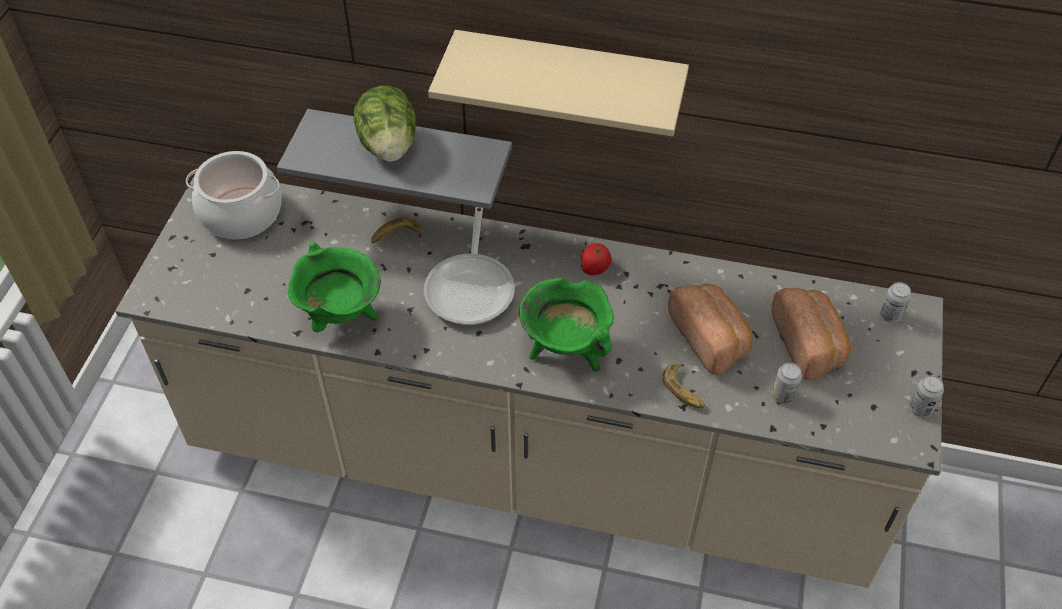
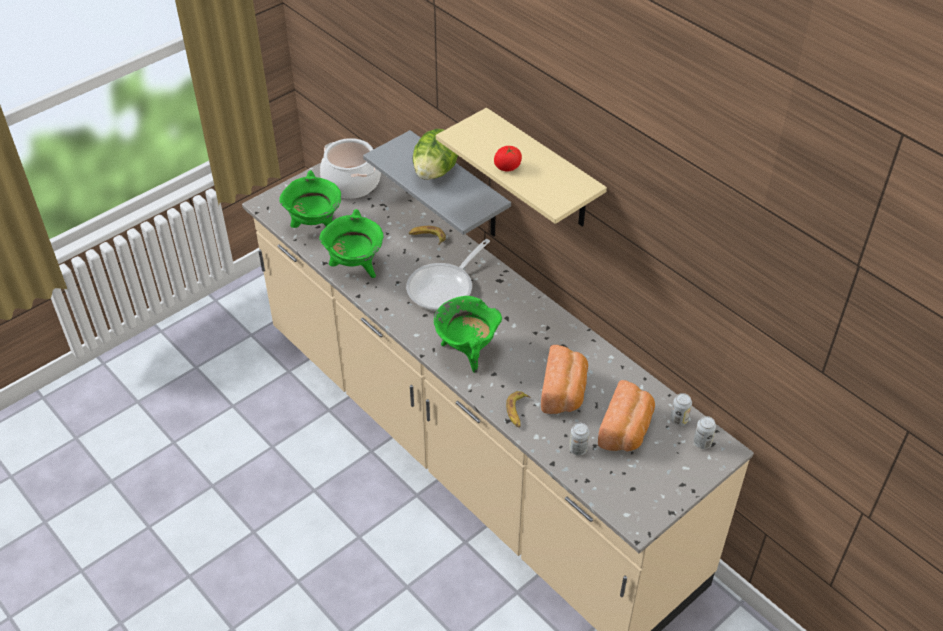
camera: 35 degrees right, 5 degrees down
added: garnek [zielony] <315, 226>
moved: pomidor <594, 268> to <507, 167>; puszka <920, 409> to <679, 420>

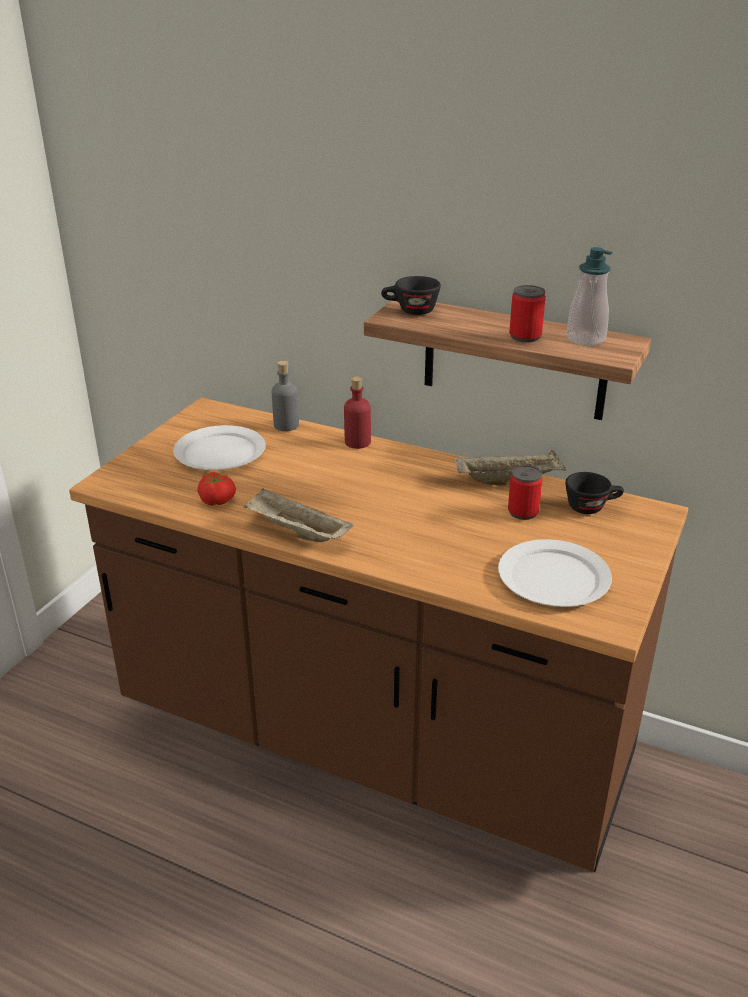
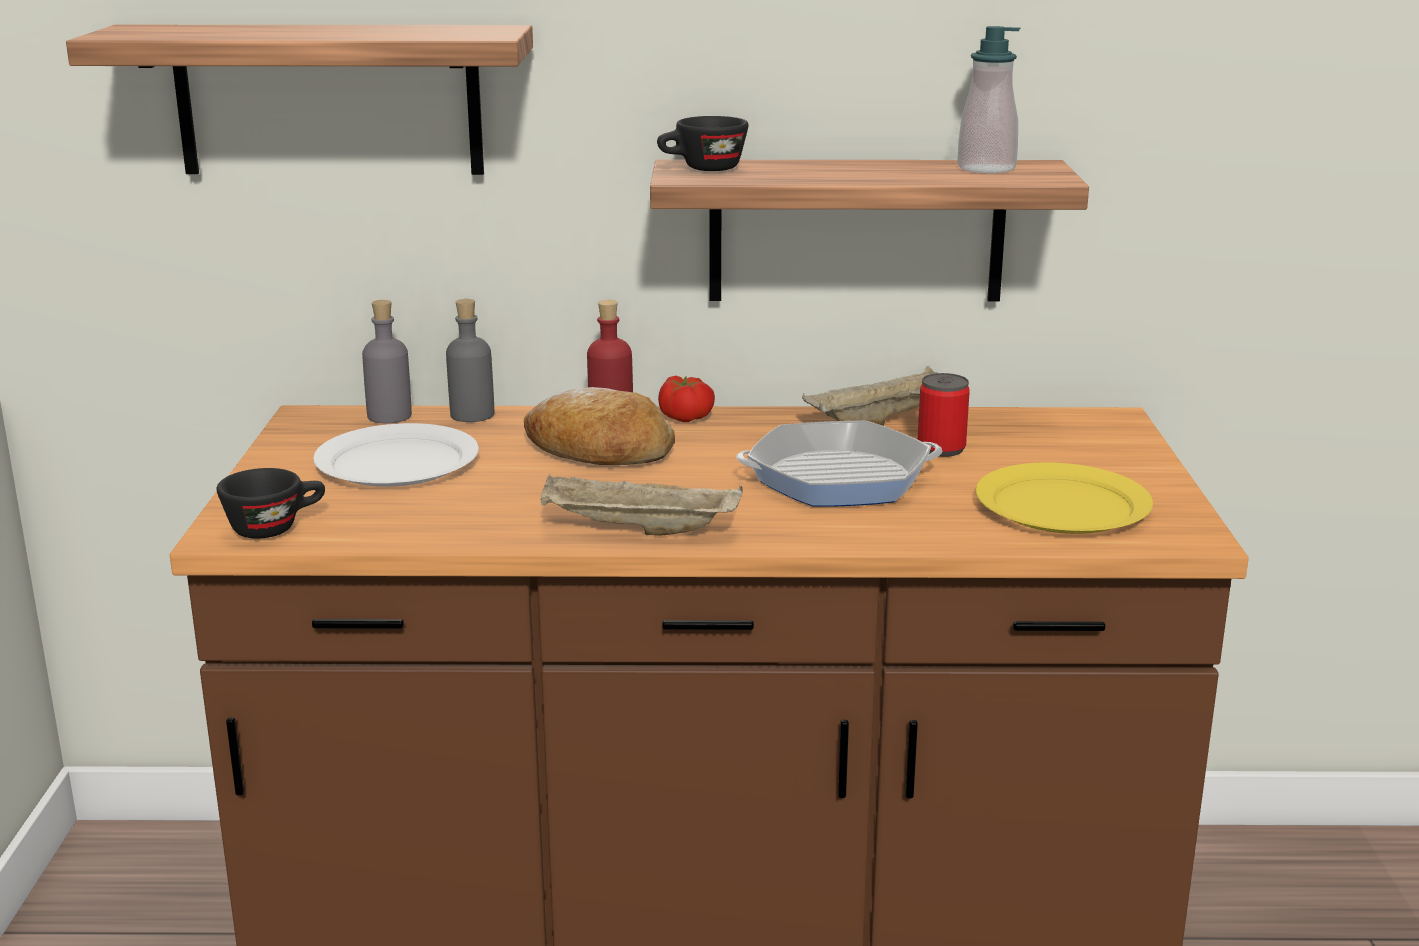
camera: 25 degrees left, 10 degrees down
removed: puszka <525, 336>
added: półka <329, 100>; butelka [szary] <389, 416>; chleb <599, 451>; patelnia <838, 478>
moved: pomidor <217, 500> to <686, 417>; filiżanka [czarny] <591, 507> to <275, 527>
recoloured: talerz [biały] <554, 578> to talerz [żółty] <1063, 506>

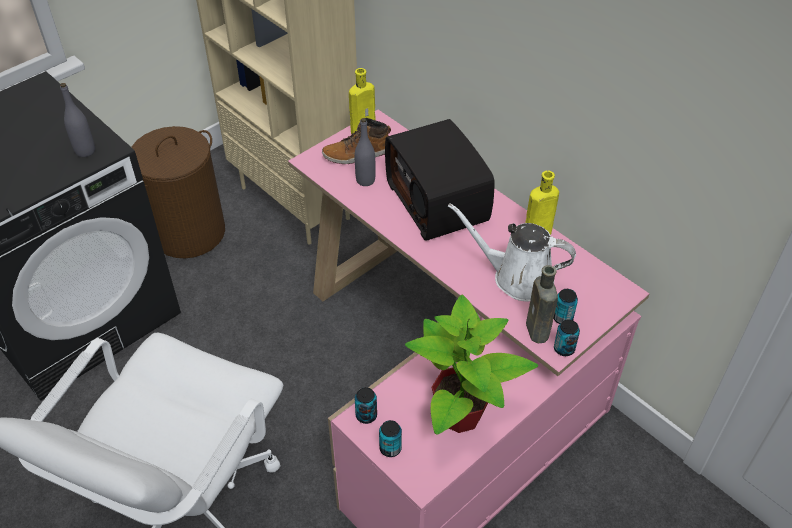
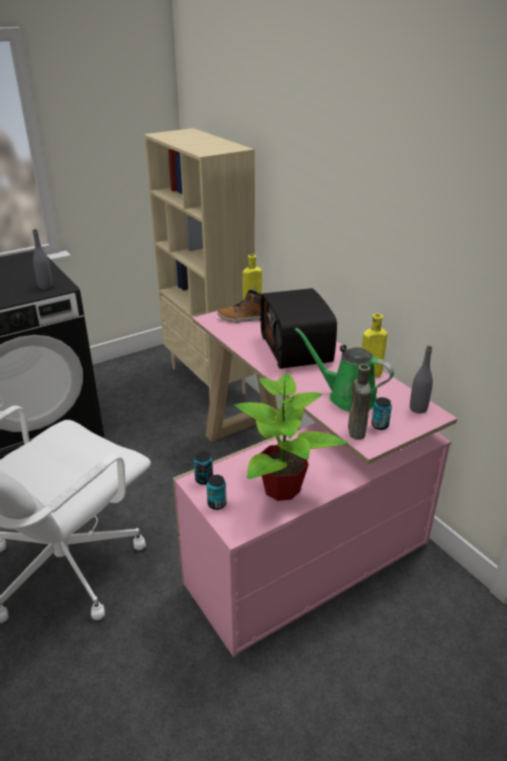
camera: 10 degrees right, 15 degrees down
removed: kosz na pranie [brązowy] <189, 232>; puszka <564, 349>
moved: butelka [szary] <365, 180> to <418, 408>
recoloured: konewka [biały] <517, 277> to konewka [zielony] <347, 397>

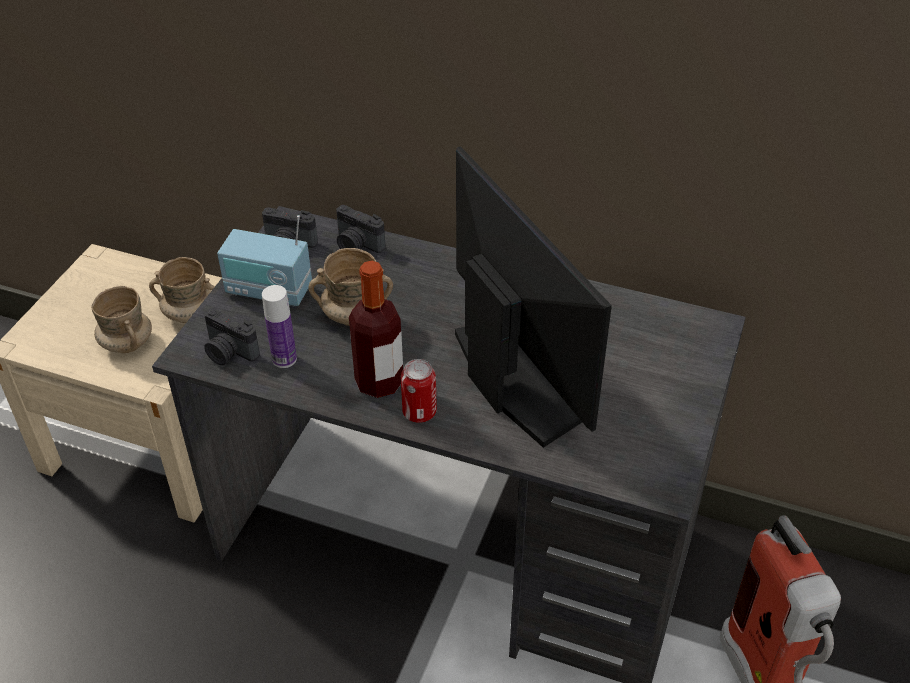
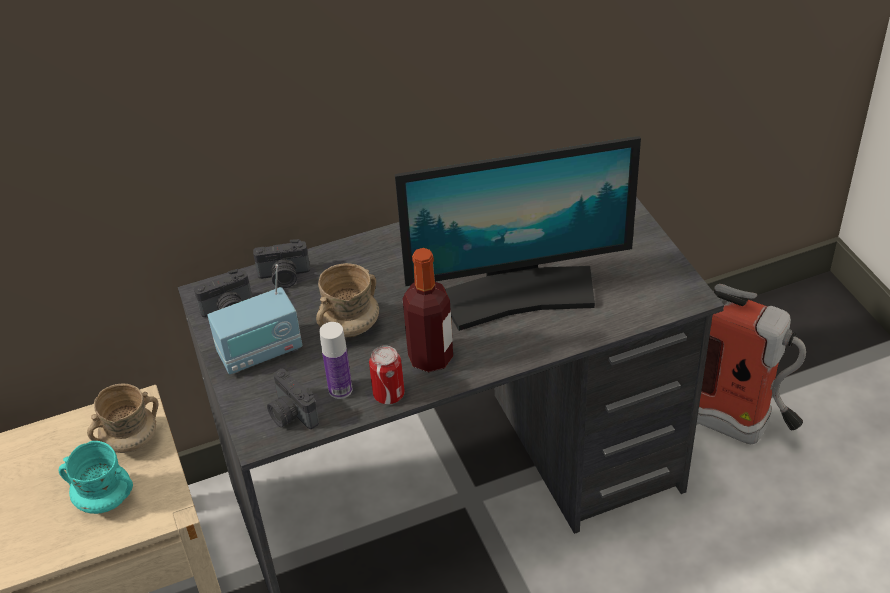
camera: 40 degrees left, 0 degrees up
moved: puszka <419, 412> to <389, 394>
recoloured: kubek [beżowy] <127, 343> to kubek [turkusowy] <104, 499>
turned: aparat fotograficzny <228, 353> = <291, 415> 60 degrees clockwise; monitor <514, 381> = <518, 295> 150 degrees clockwise

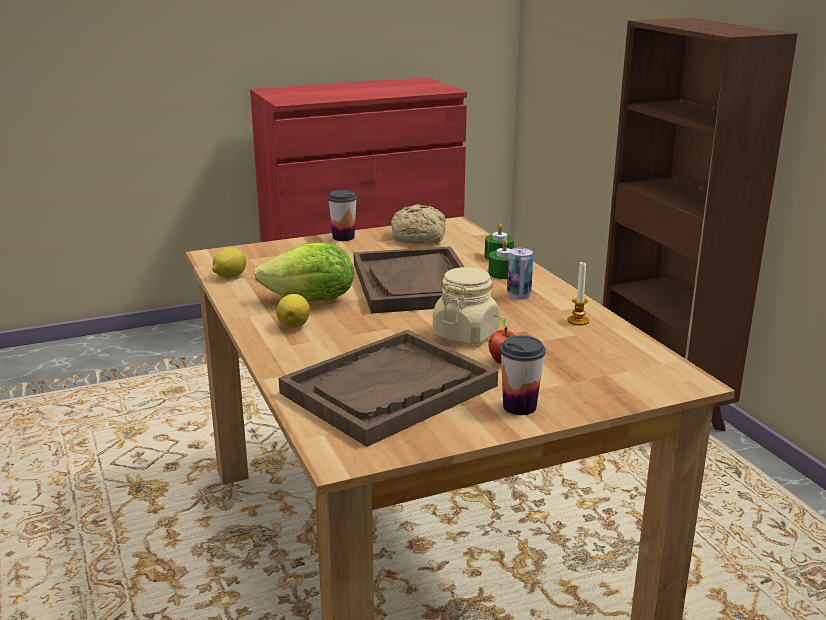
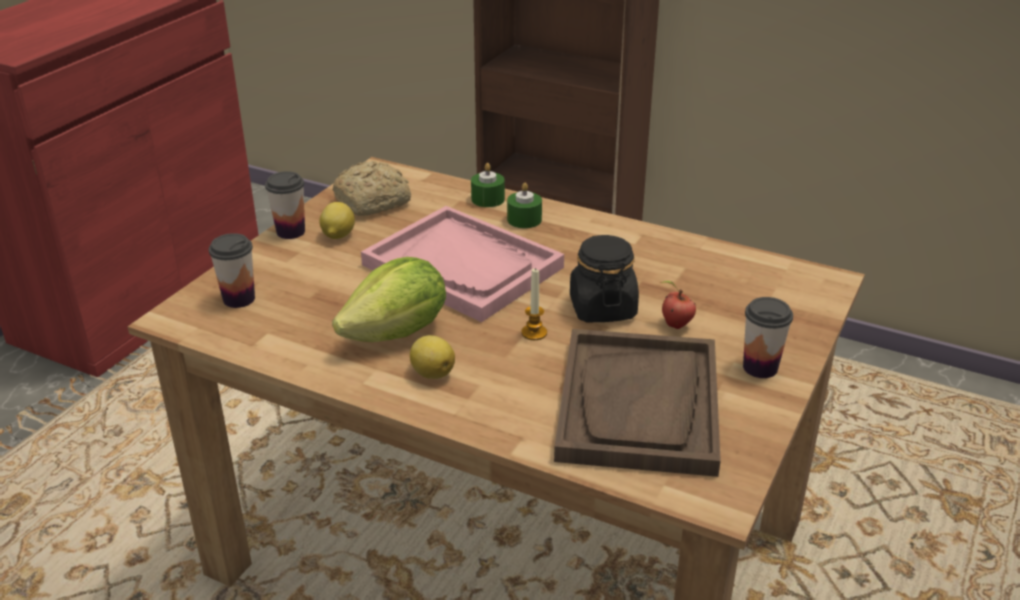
camera: 40 degrees left, 10 degrees up
removed: puszka <518, 295>
added: filiżanka <239, 299>
moved: cytryna <229, 277> to <337, 236>; świeca <578, 321> to <534, 333>
recoloured: taca [brązowy] <414, 284> to taca [różowy] <463, 266>; słoik [beżowy] <465, 334> to słoik [czarny] <602, 308>

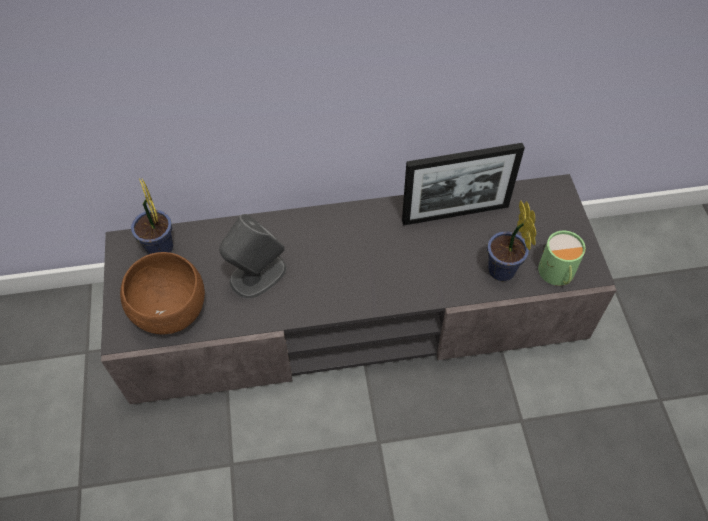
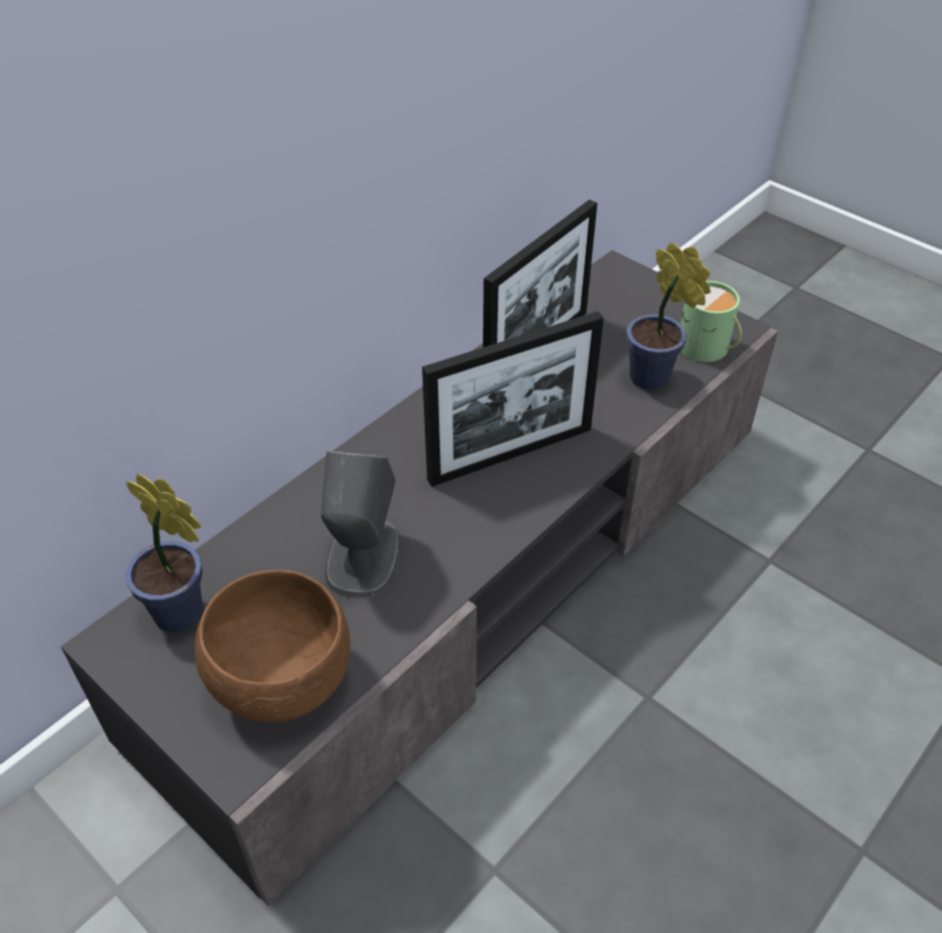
camera: 40 degrees left, 10 degrees down
added: ramka na zdjęcie <510, 454>

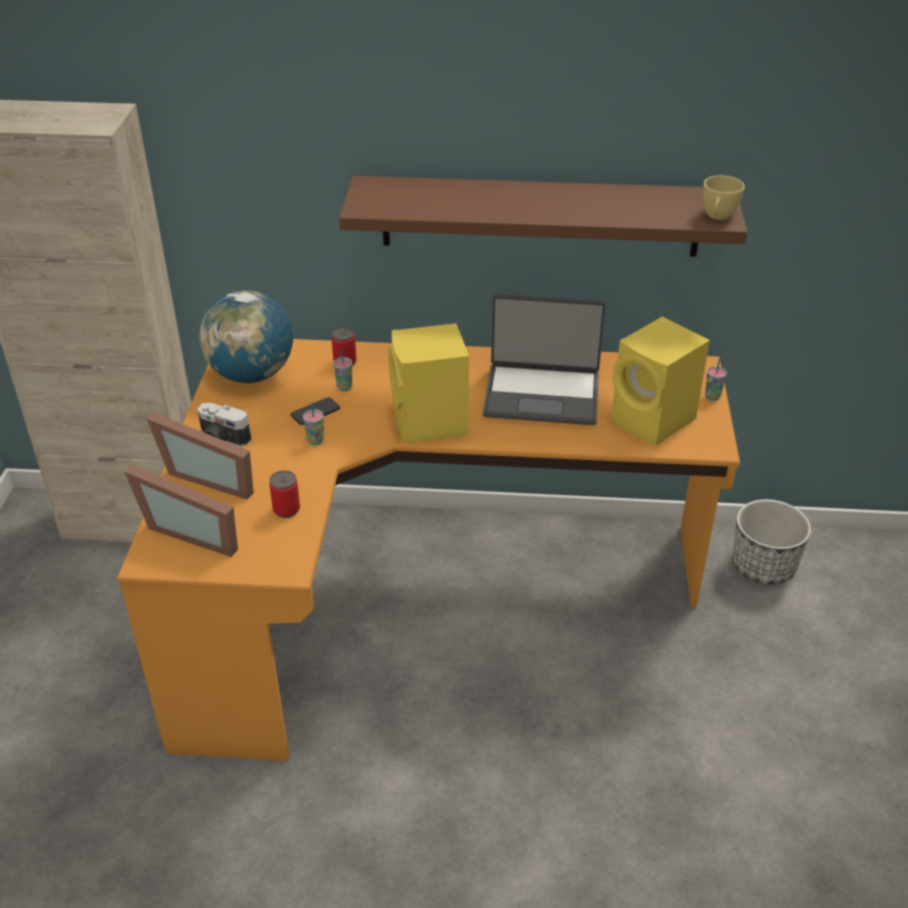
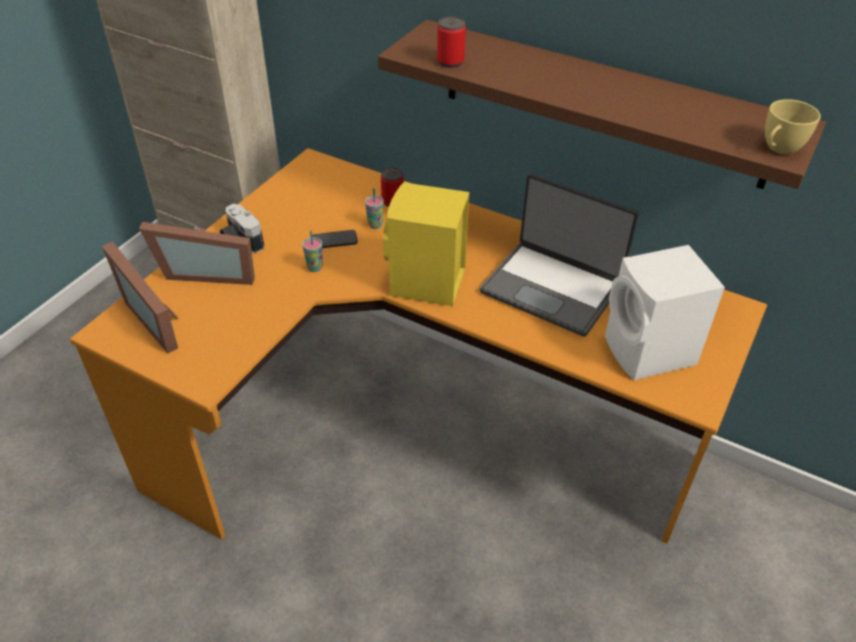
camera: 25 degrees right, 5 degrees up
removed: globus <252, 375>; filiżanka <712, 397>; donica <763, 566>
moved: puszka <286, 509> to <450, 62>
recoloured: głośnik [żółty] <654, 421> to głośnik [biały] <650, 353>
turned: ramka na zdjęcie <212, 476> = <208, 272> 45 degrees counterclockwise

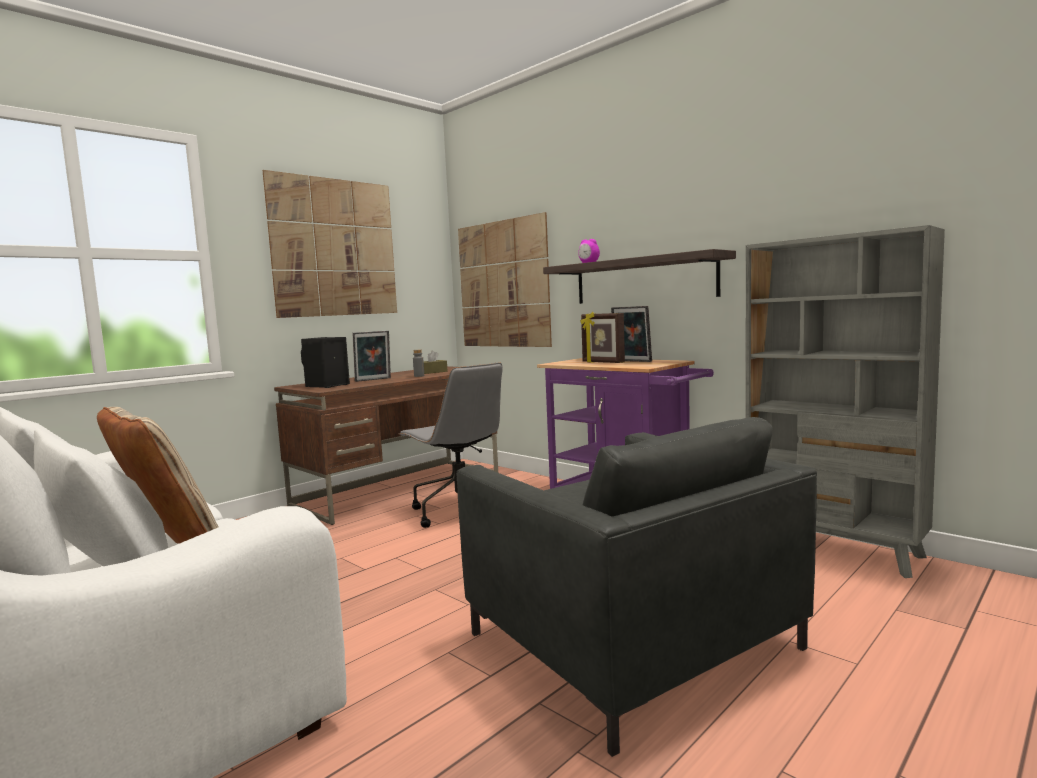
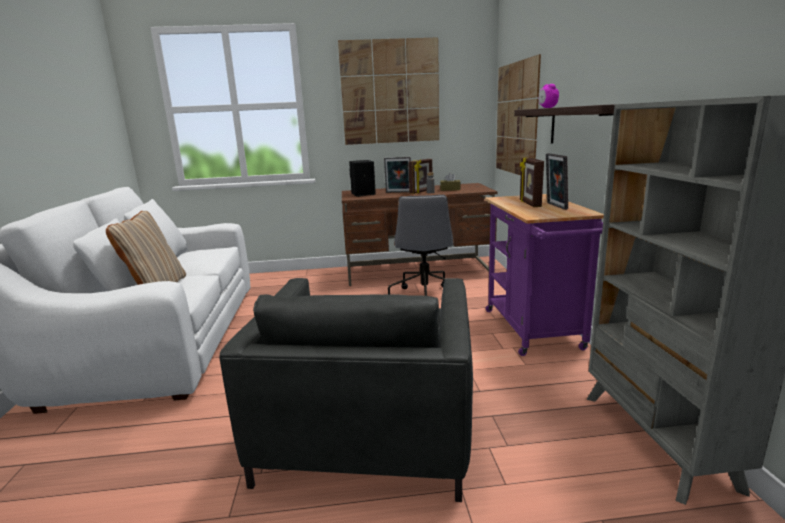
camera: 40 degrees right, 10 degrees up
added: ramka na zdjęcie <421, 191>

